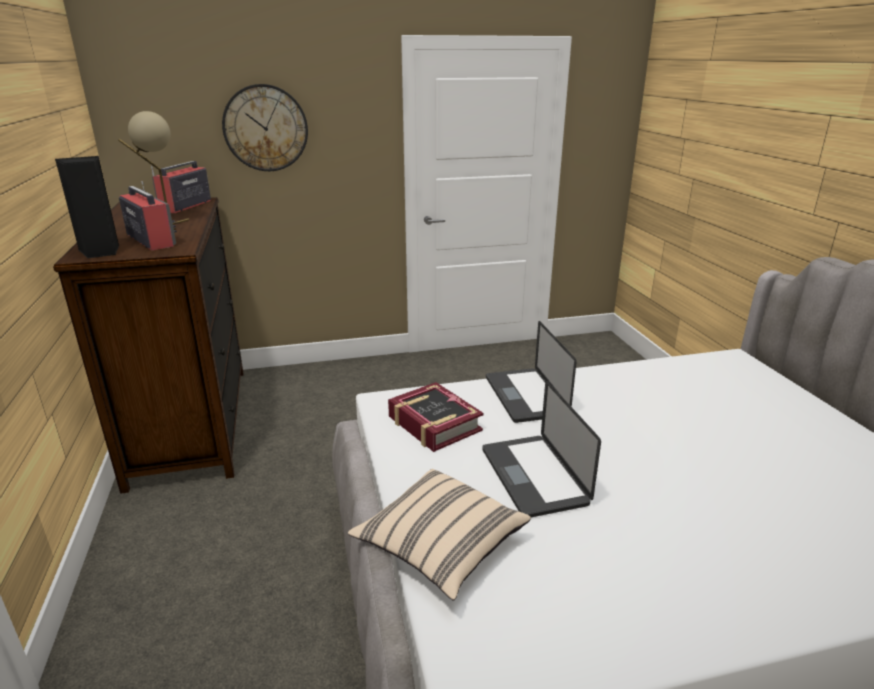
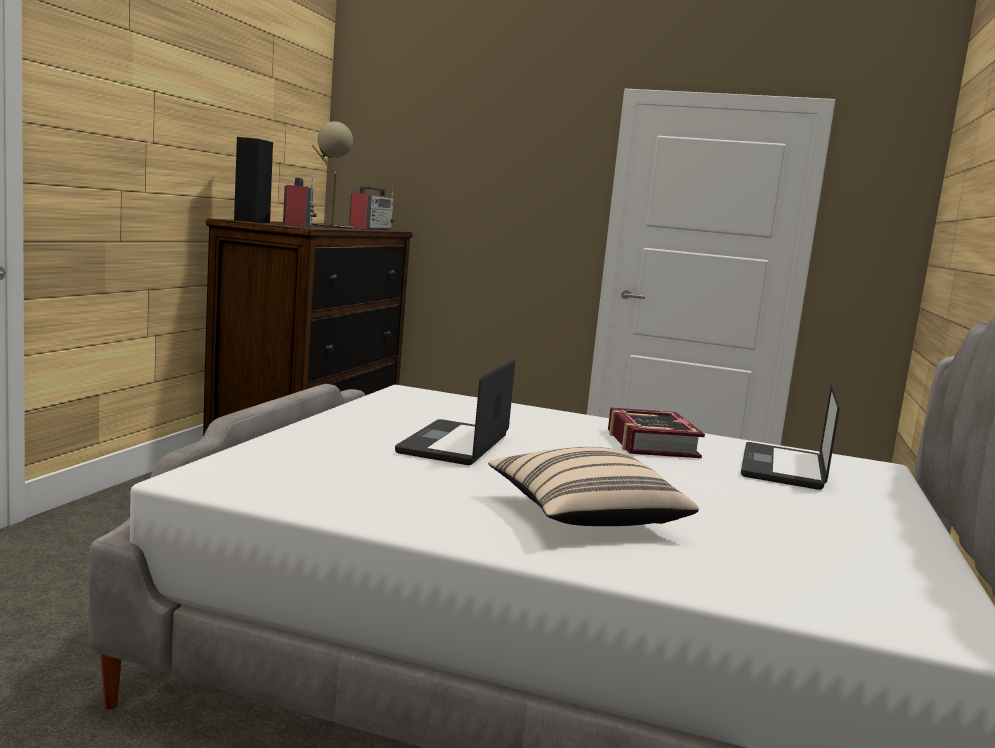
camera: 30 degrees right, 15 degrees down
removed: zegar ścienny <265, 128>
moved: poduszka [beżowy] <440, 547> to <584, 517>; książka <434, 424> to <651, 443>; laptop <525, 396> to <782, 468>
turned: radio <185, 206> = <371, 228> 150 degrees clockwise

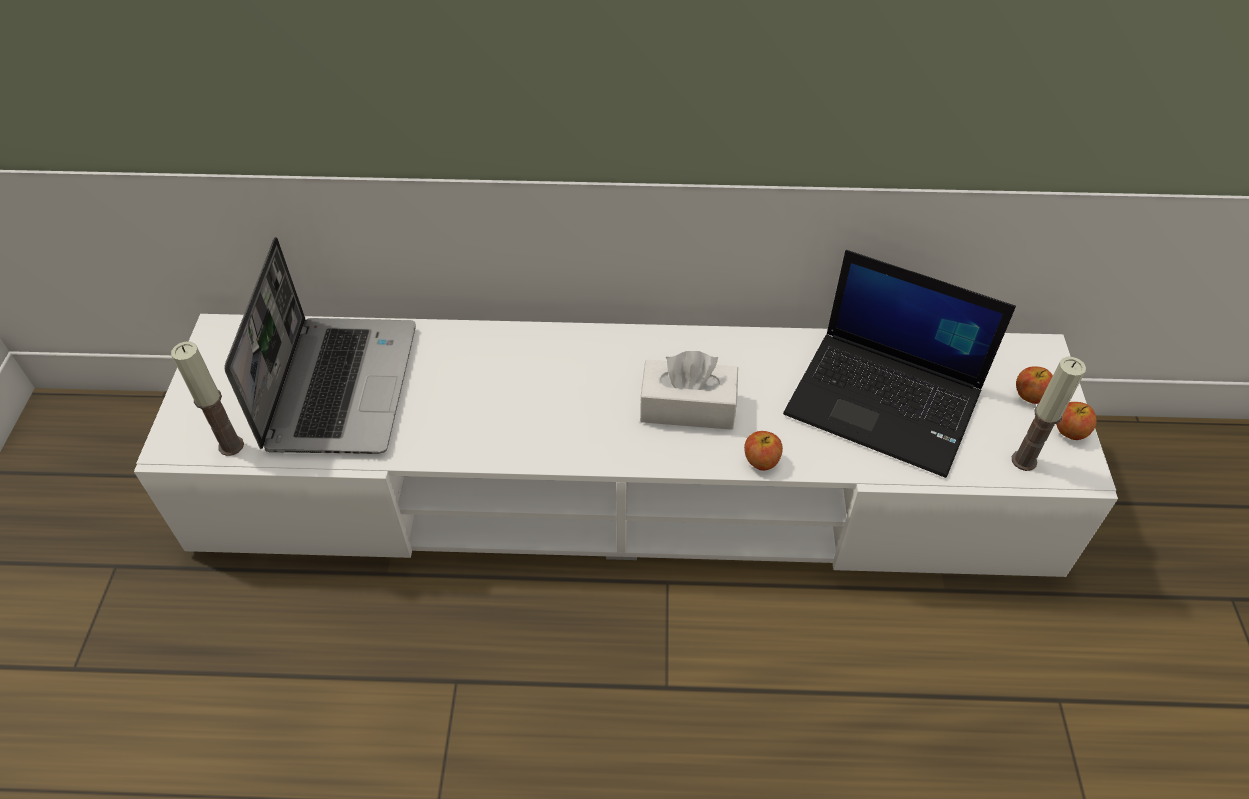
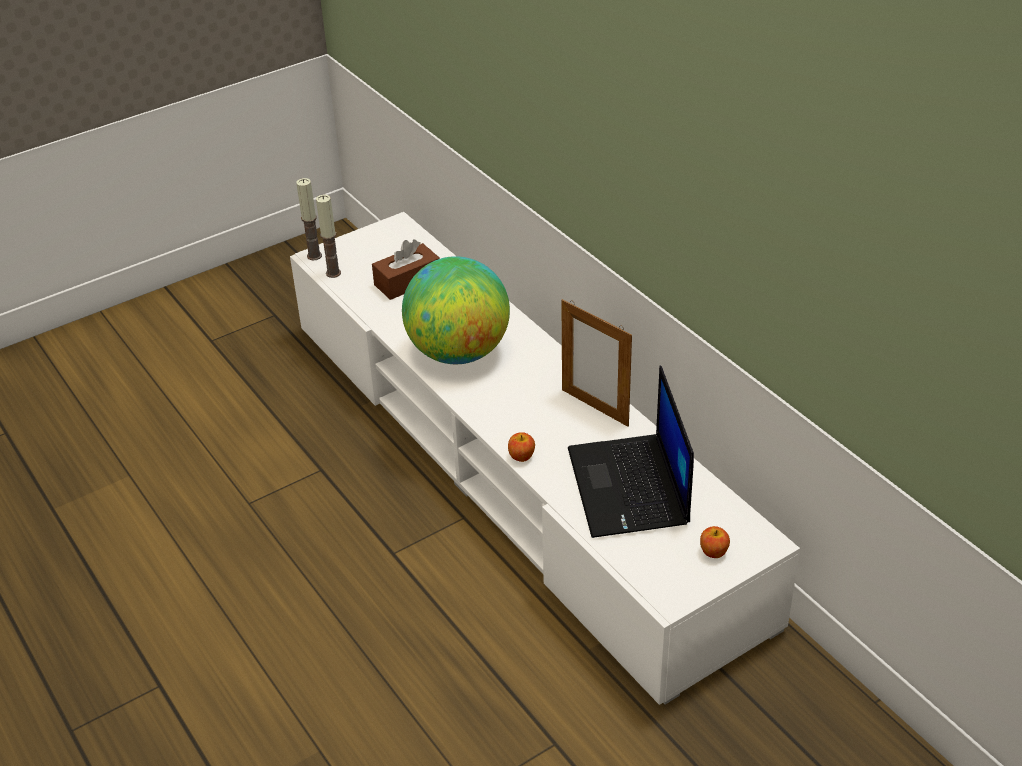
camera: 55 degrees right, 10 degrees down
removed: pudełko chusteczek [biały] <688, 407>; jabłko <1069, 431>
added: globus <459, 352>; ramka na zdjęcie <595, 407>
moved: świeca <1024, 460> to <314, 256>
replaced: laptop <340, 385> to pudełko chusteczek [brązowy] <407, 282>

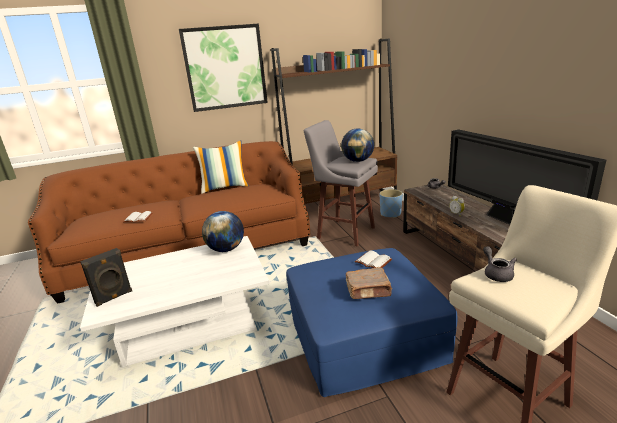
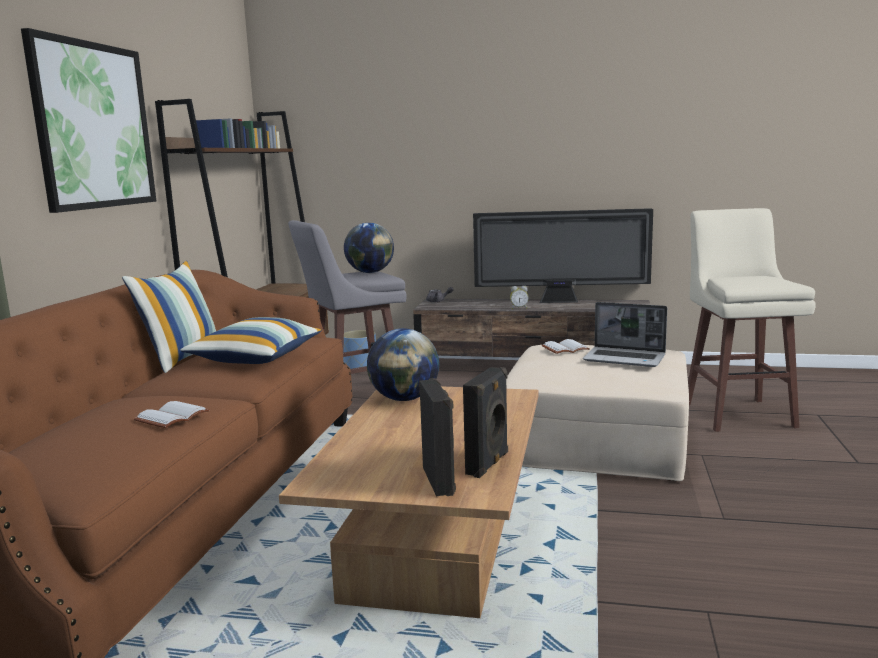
camera: 60 degrees left, 10 degrees down
removed: imbryk [szary] <496, 273>
added: poduszka <255, 358>; głośnik [czarny] <489, 464>
replaced: książka [brązowy] <368, 290> to laptop <625, 358>
recoloured: ława [biały] <190, 326> to ława [brązowy] <434, 542>; pufa [niebieski] <364, 335> to pufa [beżowy] <597, 441>

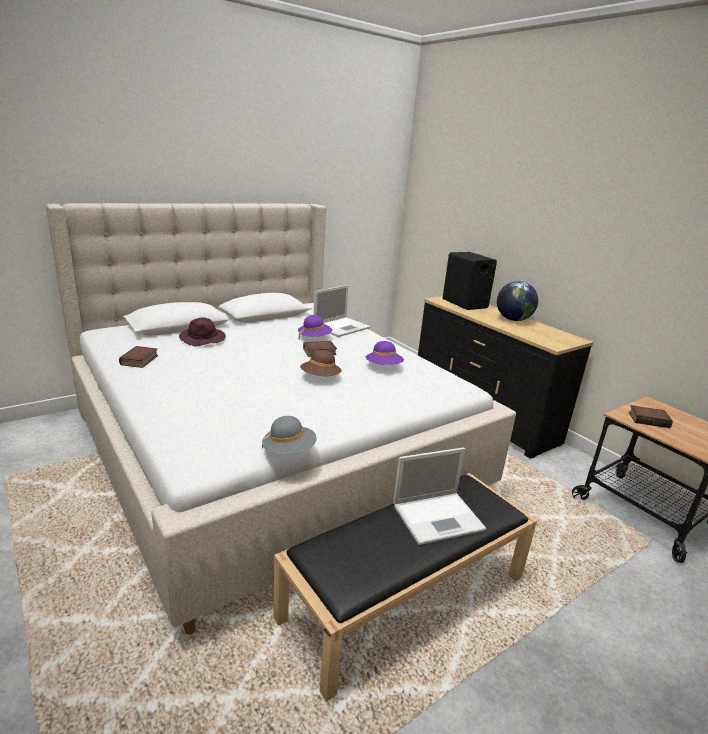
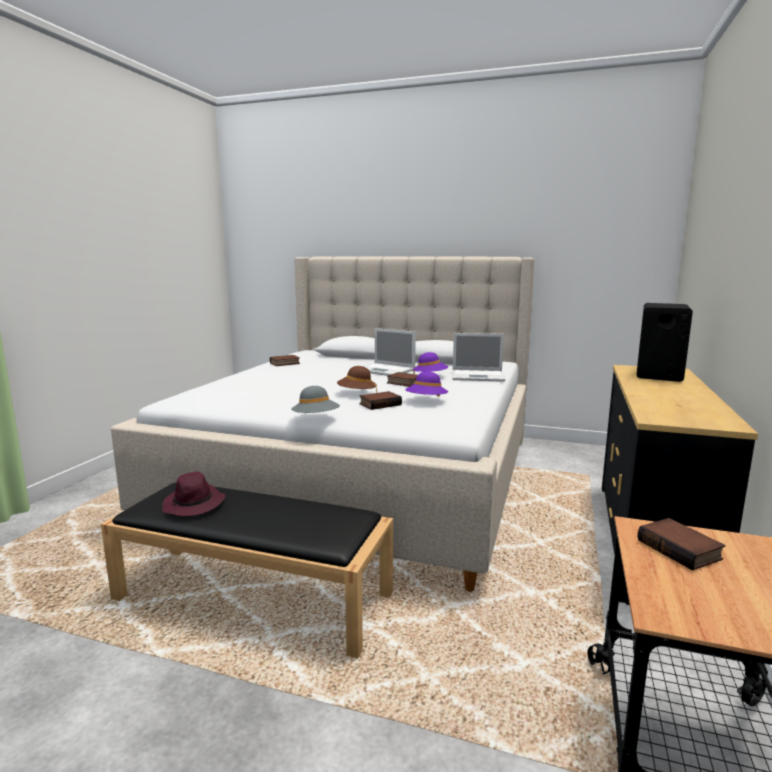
camera: 55 degrees right, 10 degrees down
removed: globus <513, 319>
added: książka <380, 404>
moved: kapelusz [fioletowy] <203, 339> to <194, 505>; kapelusz [szary] <289, 451> to <316, 419>; laptop <439, 517> to <386, 370>

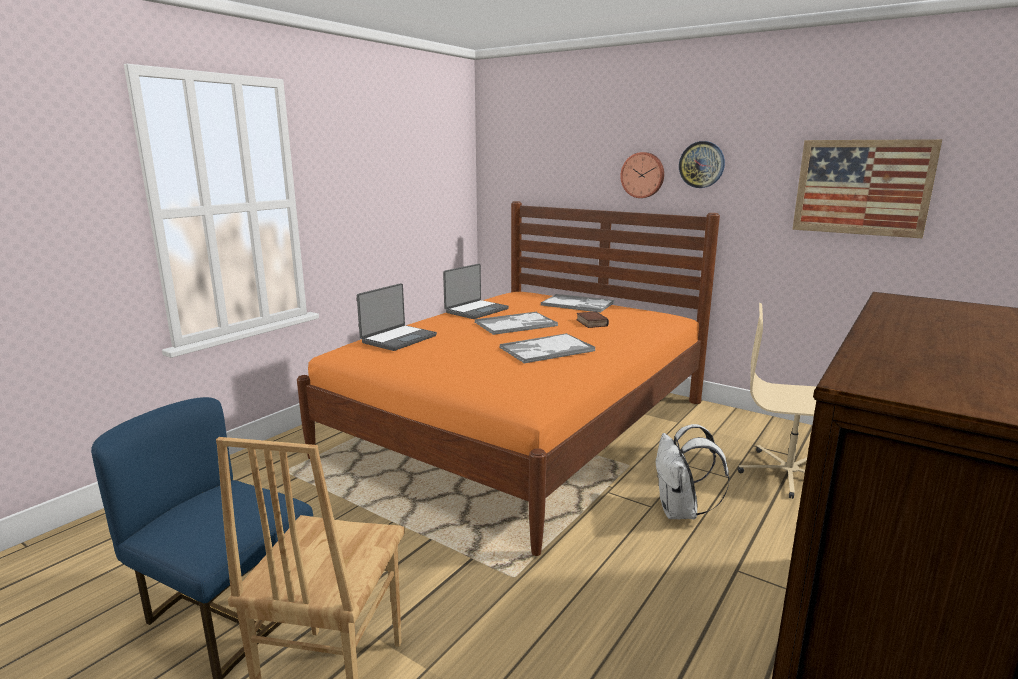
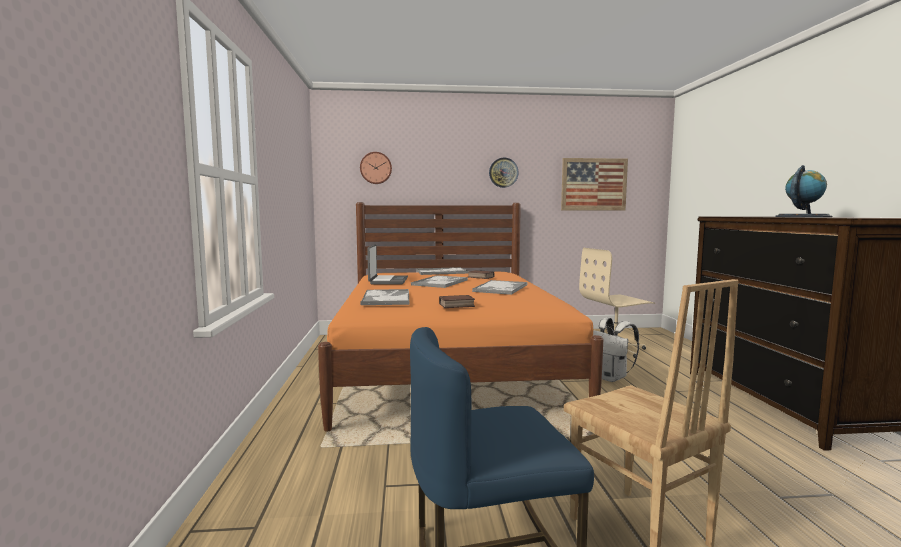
camera: 40 degrees left, 10 degrees down
added: książka <456, 305>; globus <802, 217>
moved: zegar ścienny <643, 175> to <376, 168>
replaced: laptop <398, 339> to taca <386, 298>

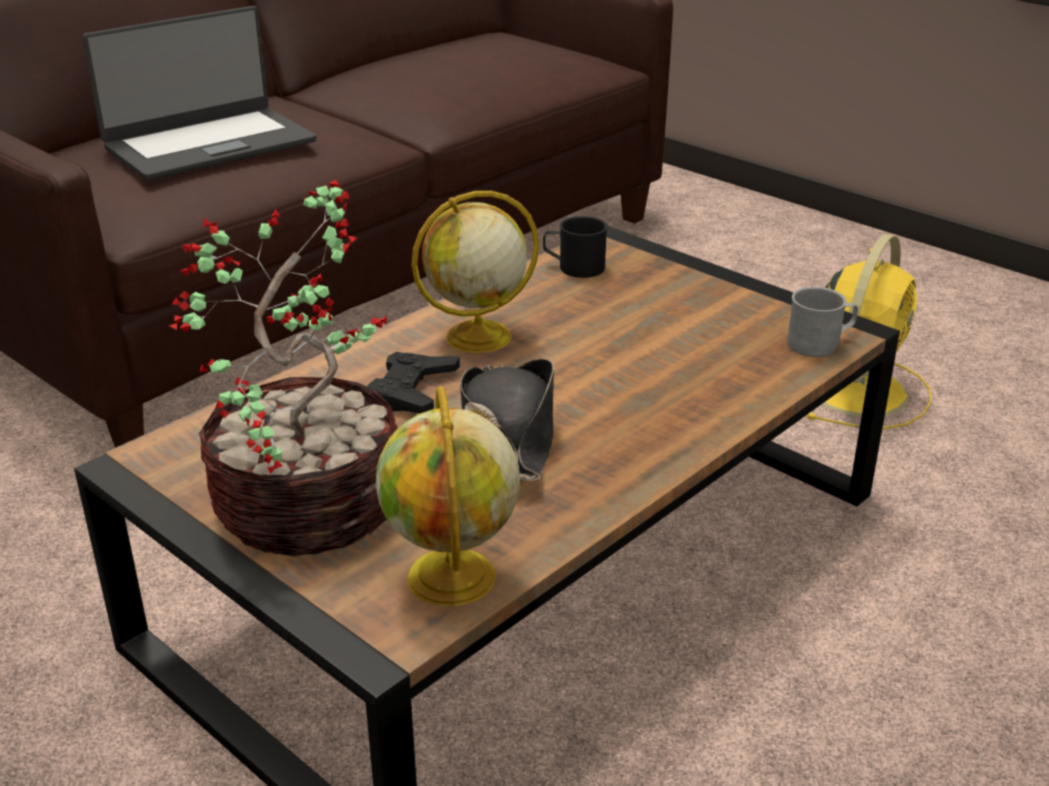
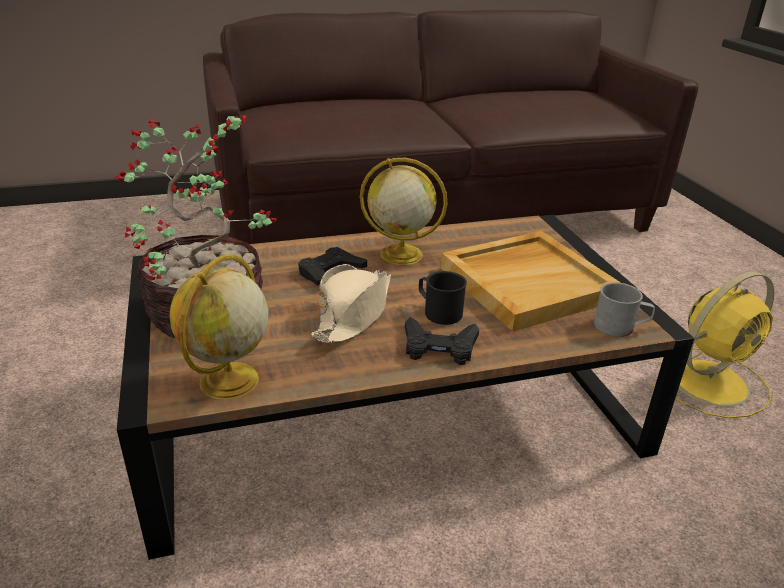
camera: 30 degrees right, 0 degrees up
removed: laptop <209, 144>
added: pad do gier [czarny] <439, 347>; taca [beżowy] <527, 282>
moved: kubek [czarny] <574, 267> to <438, 311>
recoloured: kapelusz [czarny] <508, 433> to kapelusz [beżowy] <354, 313>

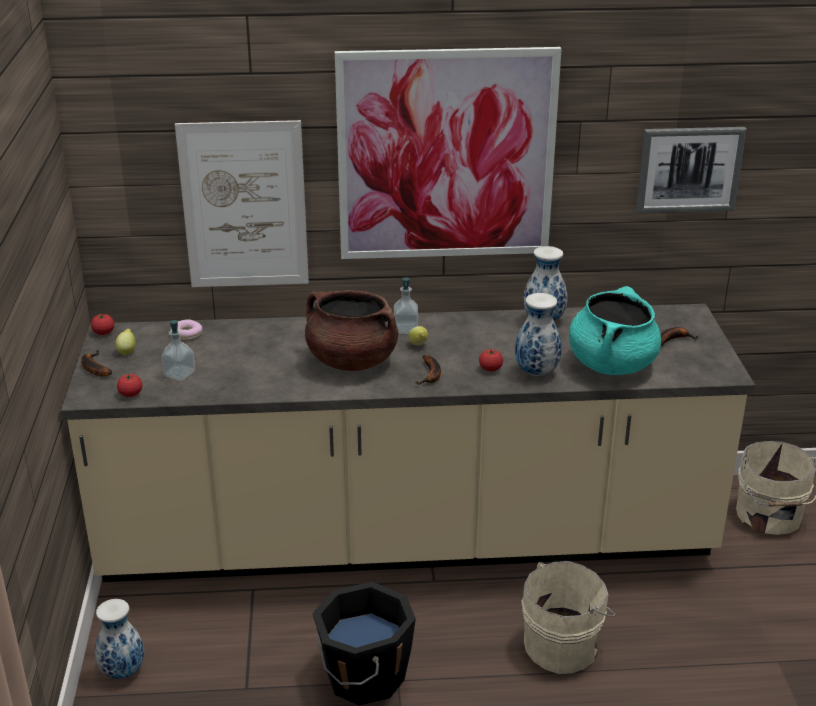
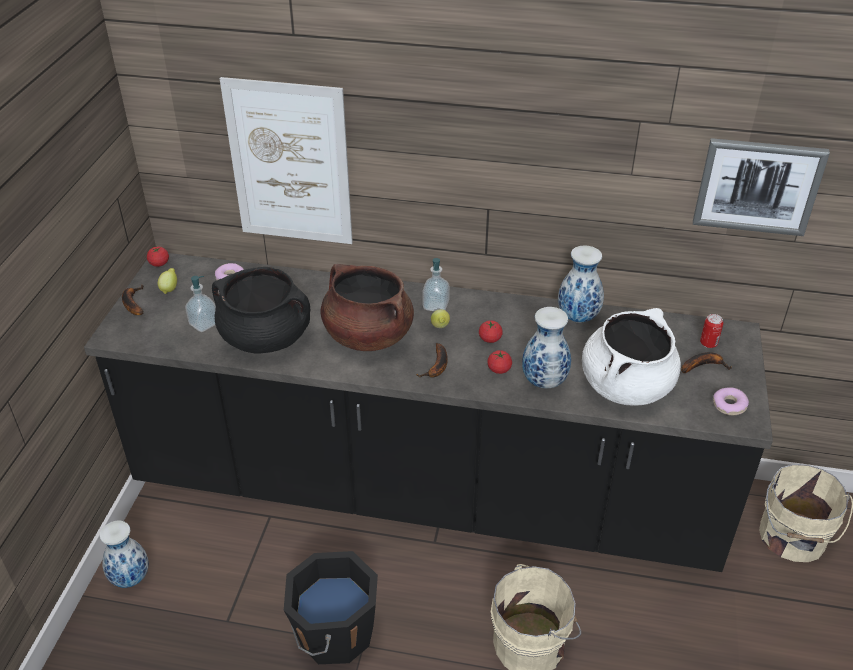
camera: 15 degrees right, 10 degrees up
removed: obraz <446, 156>
added: garnek [czarny] <266, 338>; puszka <708, 343>; donut <729, 405>
moved: pomidor <130, 394> to <490, 339>
recoloured: zabudowa kuchenna [beżowy] <408, 539> to zabudowa kuchenna [czarny] <426, 491>; garnek [turkusowy] <611, 364> to garnek [biały] <626, 386>

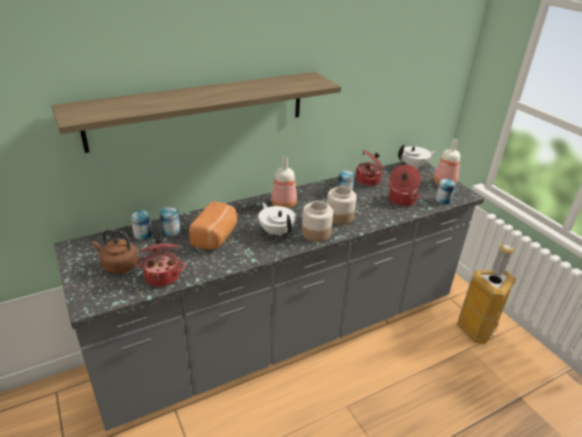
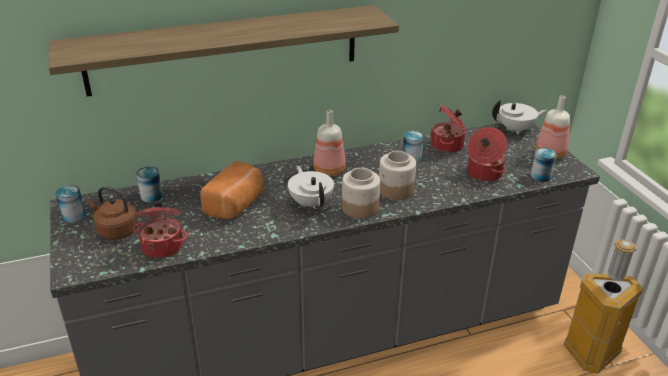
camera: 10 degrees right, 0 degrees up
moved: puszka <171, 231> to <73, 216>

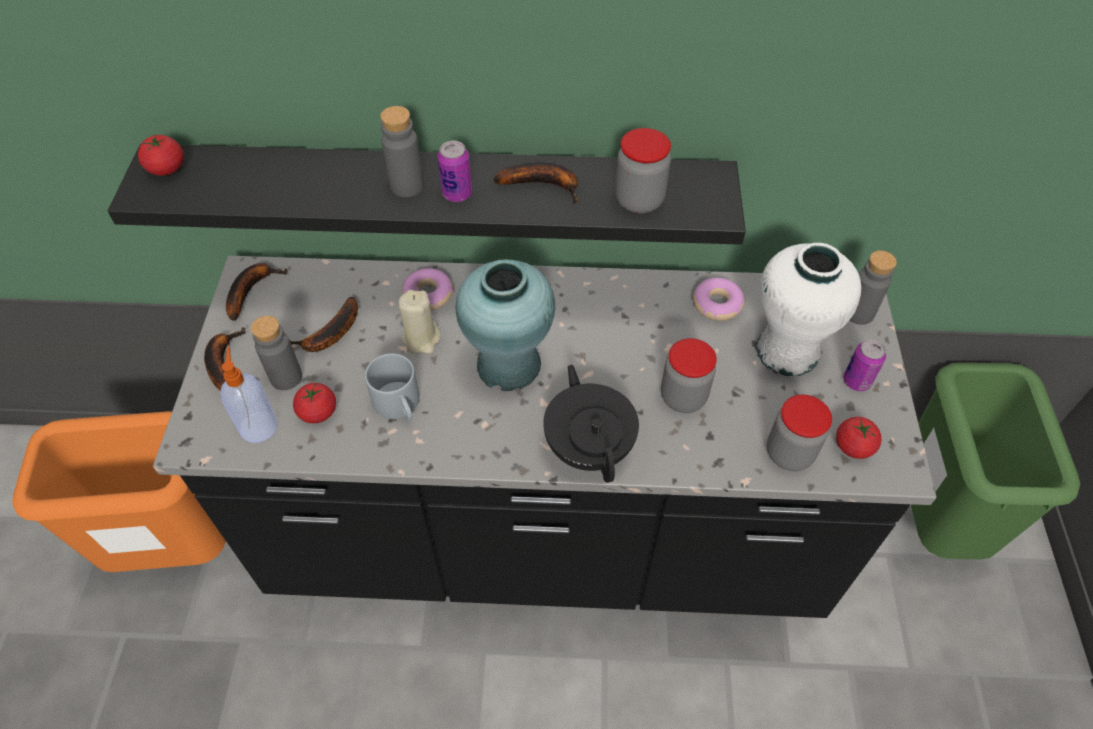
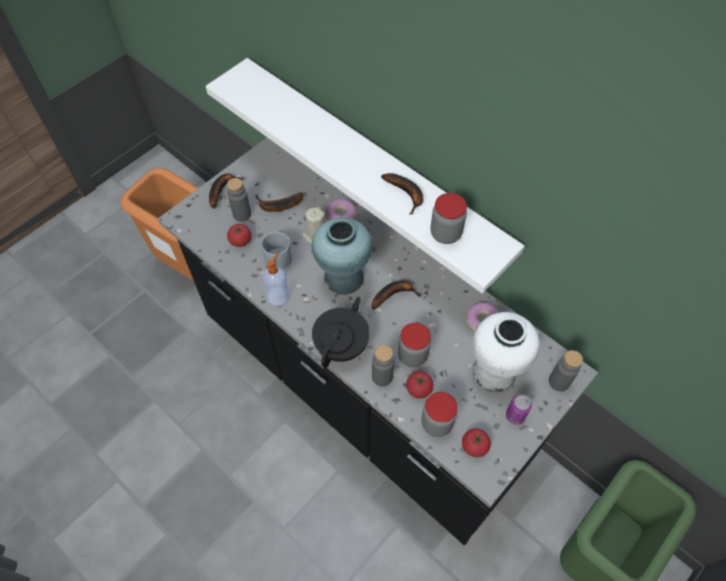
camera: 40 degrees right, 5 degrees up
removed: puszka <457, 194>
moved: pomidor <167, 169> to <419, 389>; dozownik mydła <258, 425> to <278, 295>; banan <251, 290> to <394, 294>; butelka [szary] <407, 186> to <382, 376>
recoloured: półka [czarny] <441, 193> to półka [biały] <372, 165>

